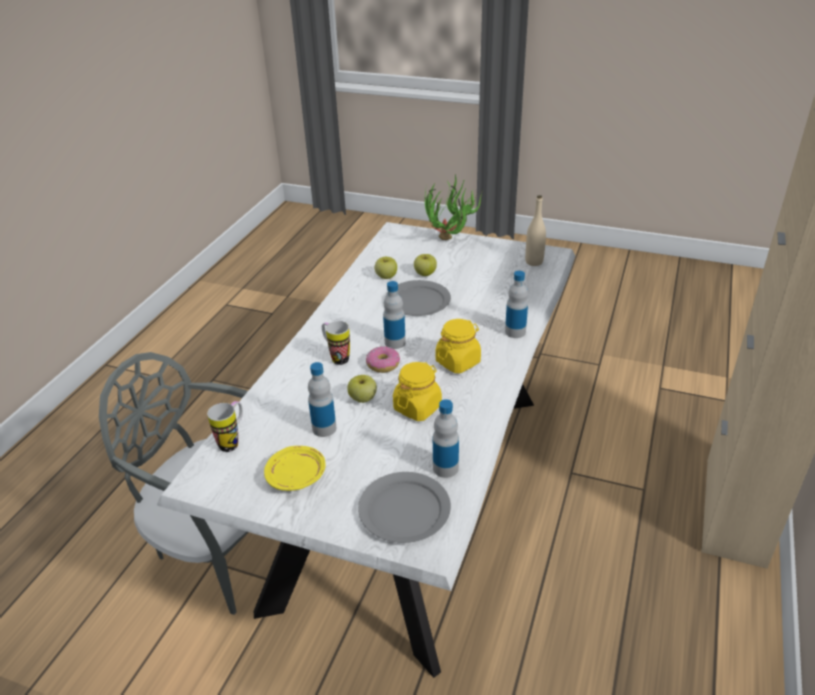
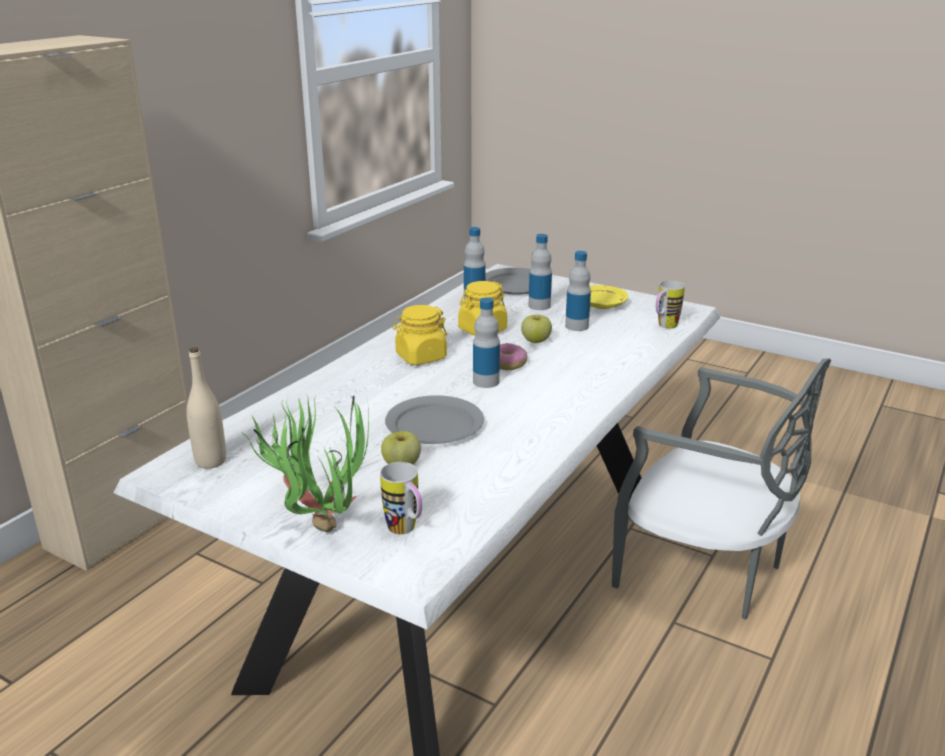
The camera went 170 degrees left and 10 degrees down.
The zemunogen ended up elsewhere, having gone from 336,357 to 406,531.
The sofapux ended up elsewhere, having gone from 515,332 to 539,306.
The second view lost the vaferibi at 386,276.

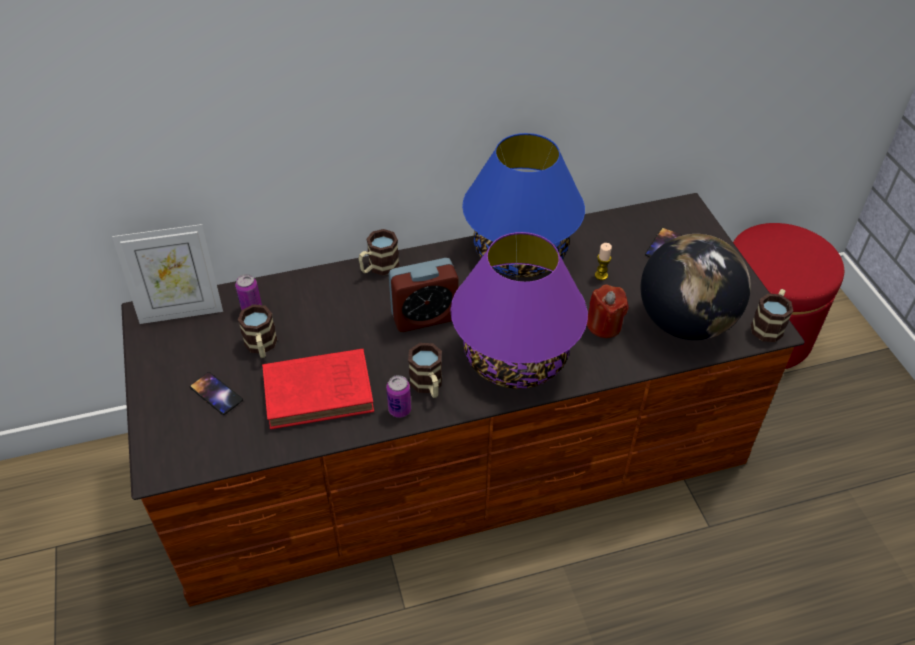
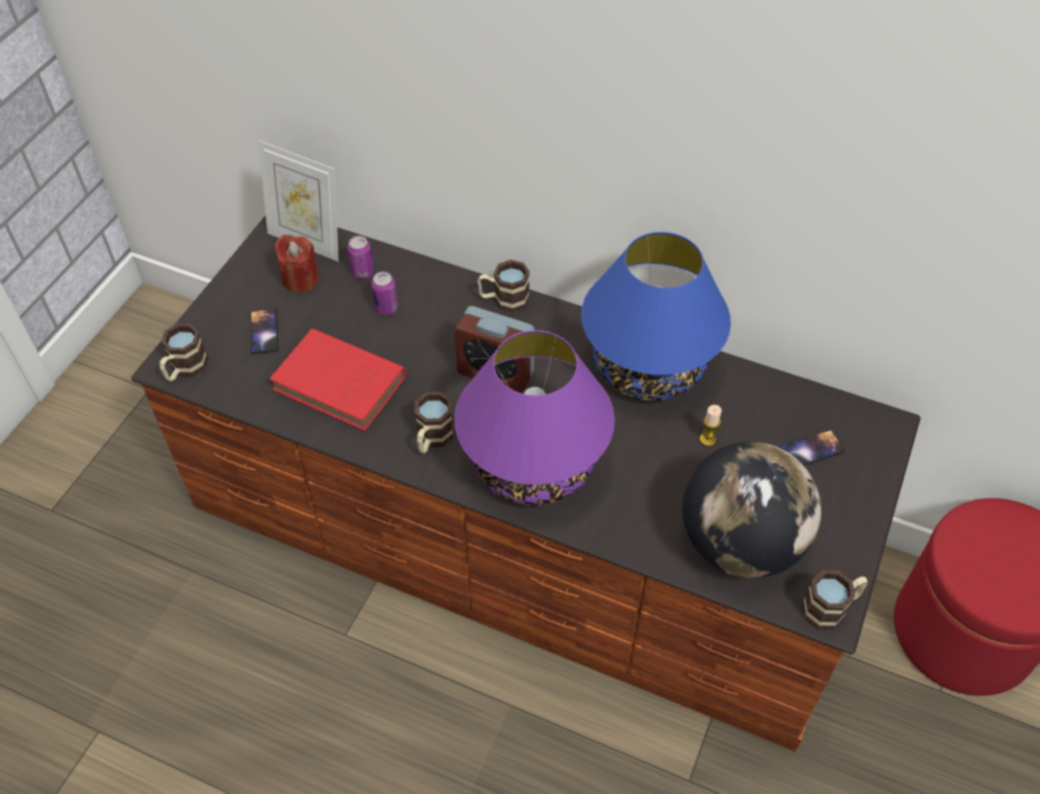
The camera went 40 degrees right and 5 degrees up.
The zemunogen ended up elsewhere, having gone from 261,347 to 185,369.
The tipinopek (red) ended up elsewhere, having gone from 604,325 to 300,279.
The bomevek ended up elsewhere, having gone from 399,410 to 386,308.

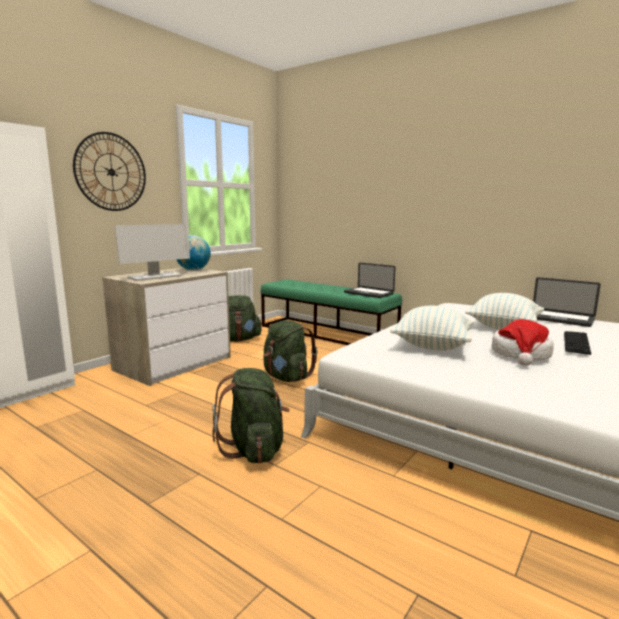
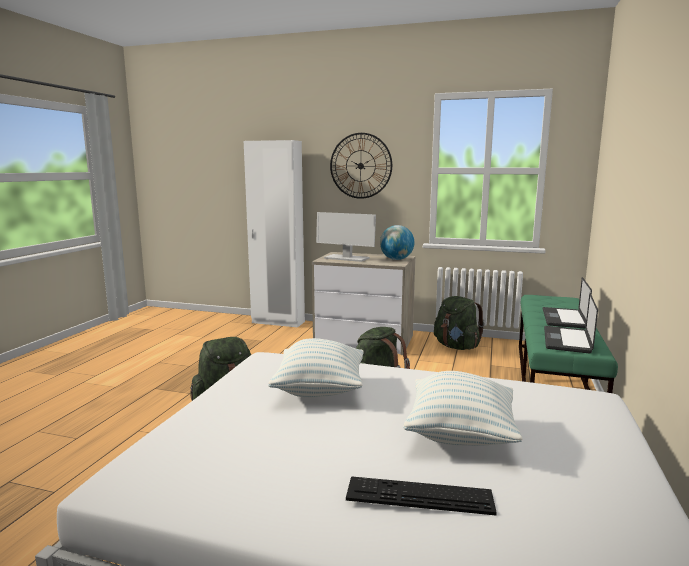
The camera went 70 degrees right and 0 degrees up.
The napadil ended up elsewhere, having gone from 559,319 to 563,319.
The second view lost the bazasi at 521,354.

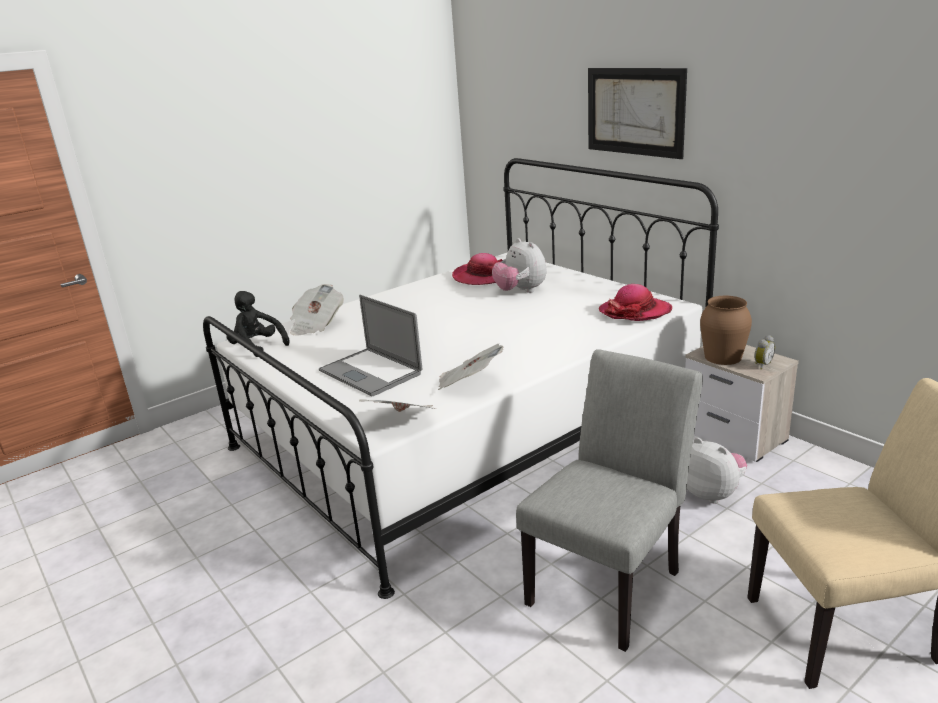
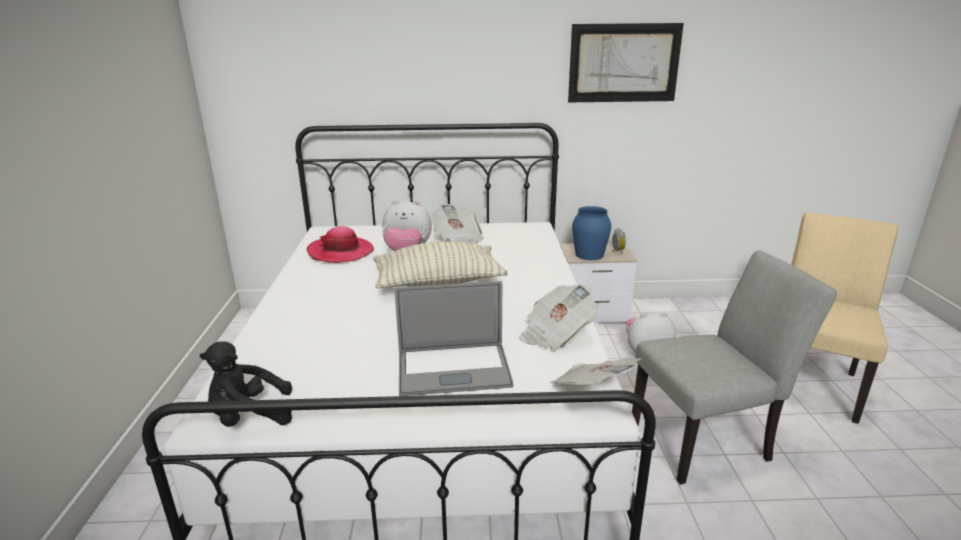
The camera went 55 degrees left and 0 degrees up.
The second view gained the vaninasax at 438,282.
The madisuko ended up elsewhere, having gone from 316,325 to 458,239.
The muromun ended up elsewhere, having gone from 634,111 to 624,63.
What was the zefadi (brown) at 723,357 turned into the zefadi (blue) at 589,254.
The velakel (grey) at 610,581 ended up facing another way, 90 degrees clockwise from before.
The second view lost the bazasi at 635,312.

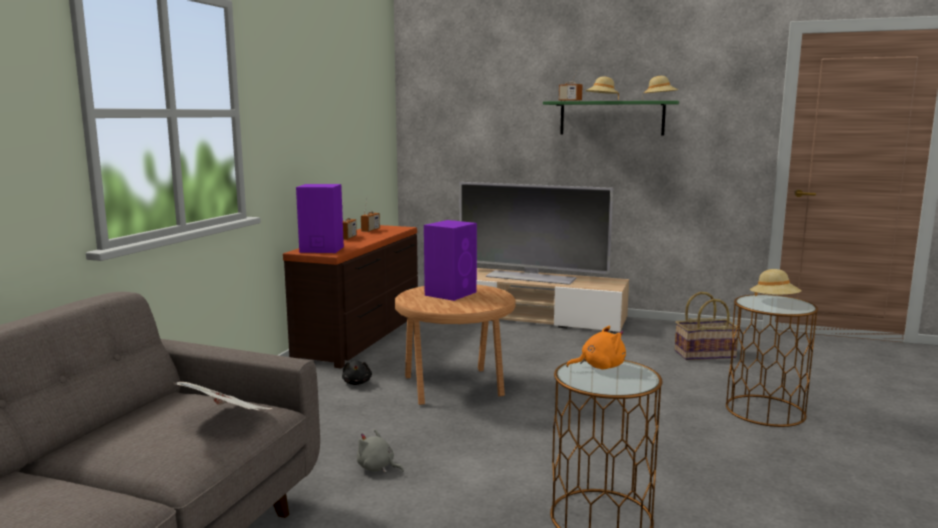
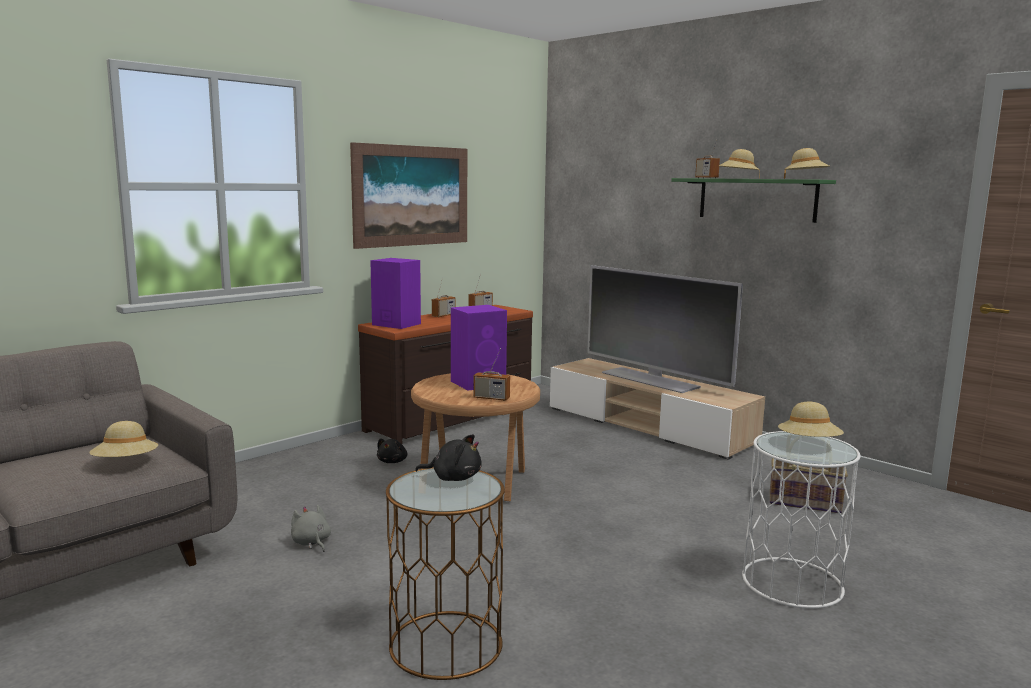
The camera went 25 degrees right and 0 degrees up.
Where the madisuko stood at 226,419, the bazasi (beige) came to stand at 126,463.
The second view gained the muromun at 412,196.
What was the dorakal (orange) at 599,367 turned into the dorakal (black) at 453,478.
The second view gained the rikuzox at 491,398.
What was the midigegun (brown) at 765,410 turned into the midigegun (white) at 792,582.

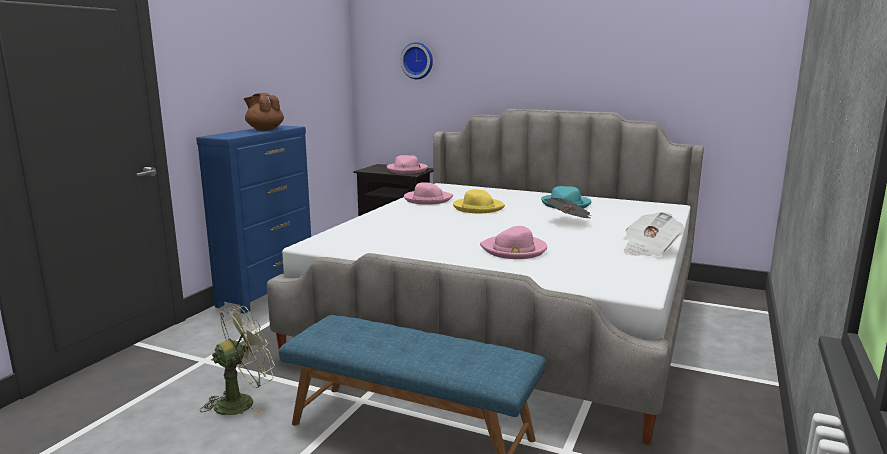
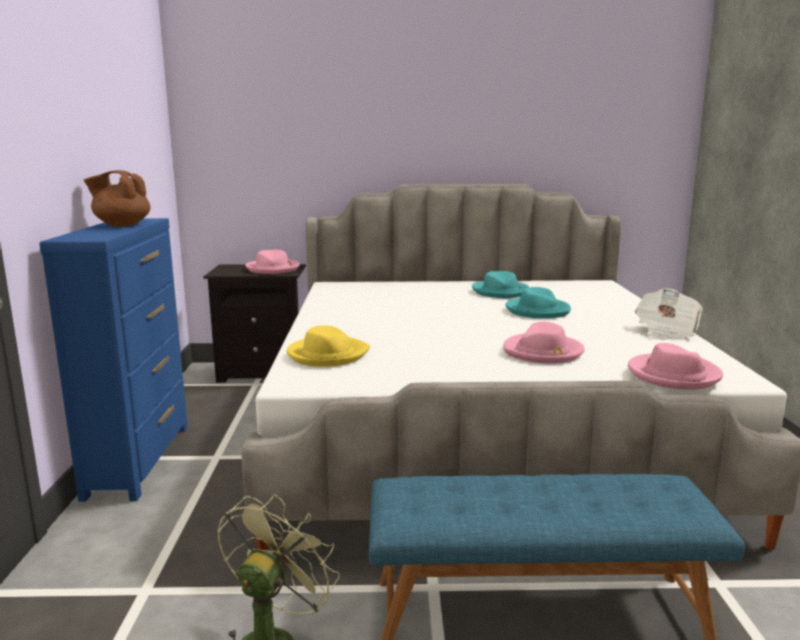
The camera went 25 degrees left and 0 degrees up.
The bazasi (yellow) ended up elsewhere, having gone from 478,208 to 327,355.
Where the madisuko stood at 569,221, the bazasi (turquoise) came to stand at 537,310.
The bazasi (pink) ended up elsewhere, having gone from 427,199 to 673,375.
The second view lost the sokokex at 418,60.

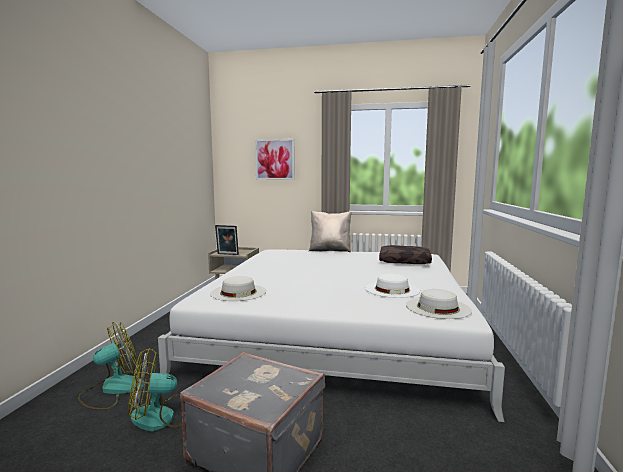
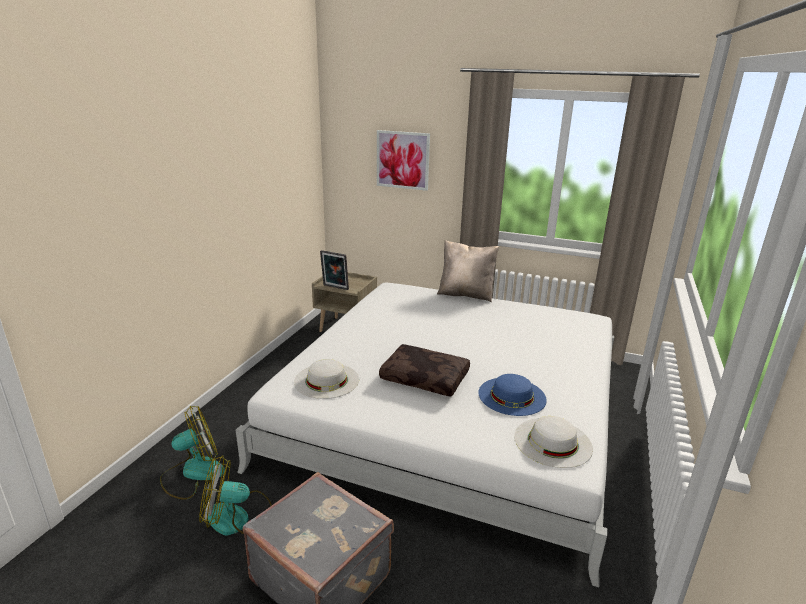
The camera went 10 degrees right and 15 degrees up.
The vaninasax (brown) ended up elsewhere, having gone from 405,261 to 426,378.
What was the bazasi (white) at 392,289 turned into the bazasi (blue) at 512,396.

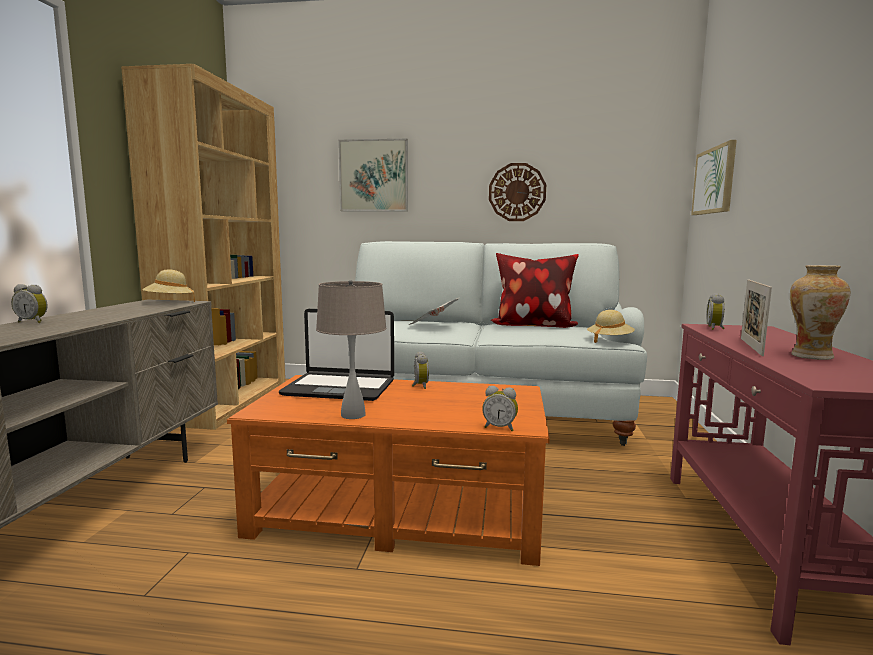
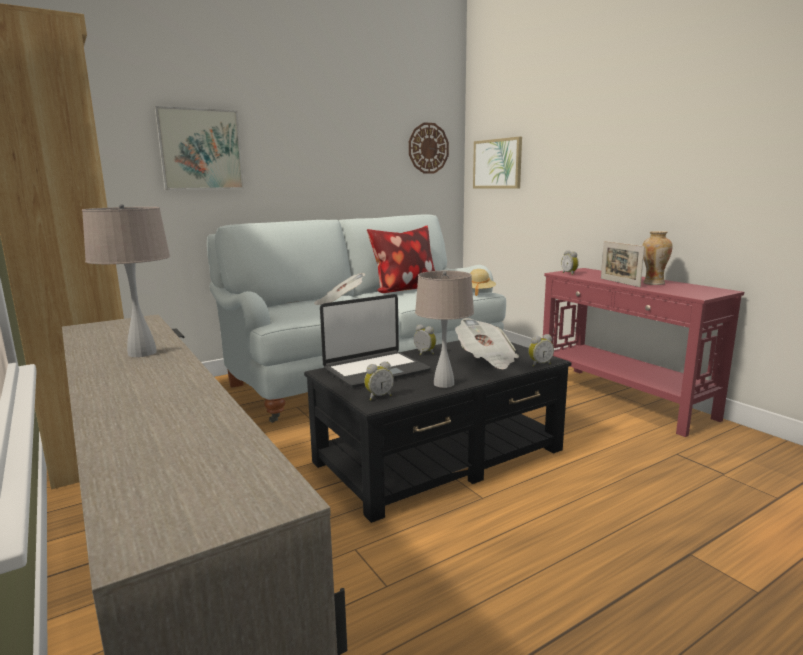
The camera went 40 degrees left and 5 degrees up.
The second view gained the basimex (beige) at 141,353.
What was the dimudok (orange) at 401,510 turned into the dimudok (black) at 441,456.
The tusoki ended up elsewhere, having gone from 33,322 to 378,396.
The sokokex ended up elsewhere, having gone from 517,192 to 428,148.
The second view gained the madisuko at 486,359.
The second view lost the bazasi (beige) at 169,302.

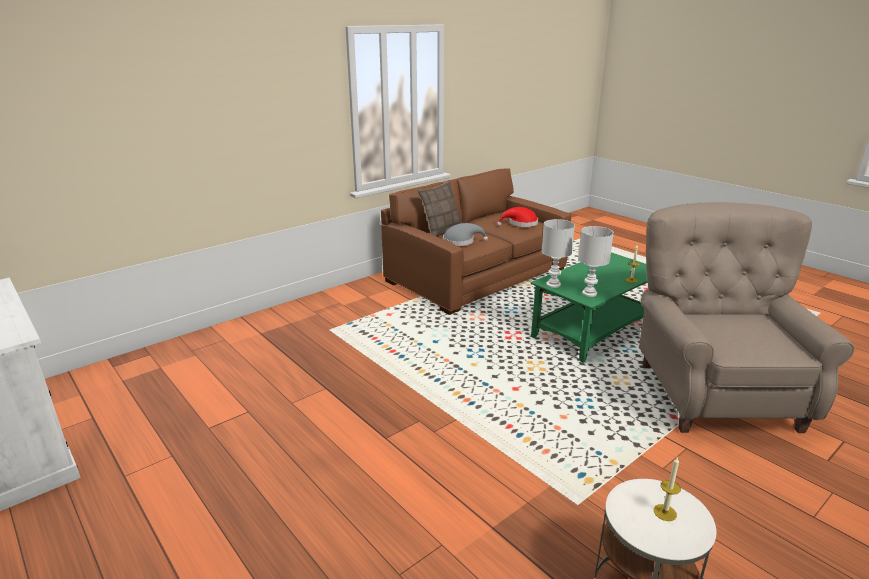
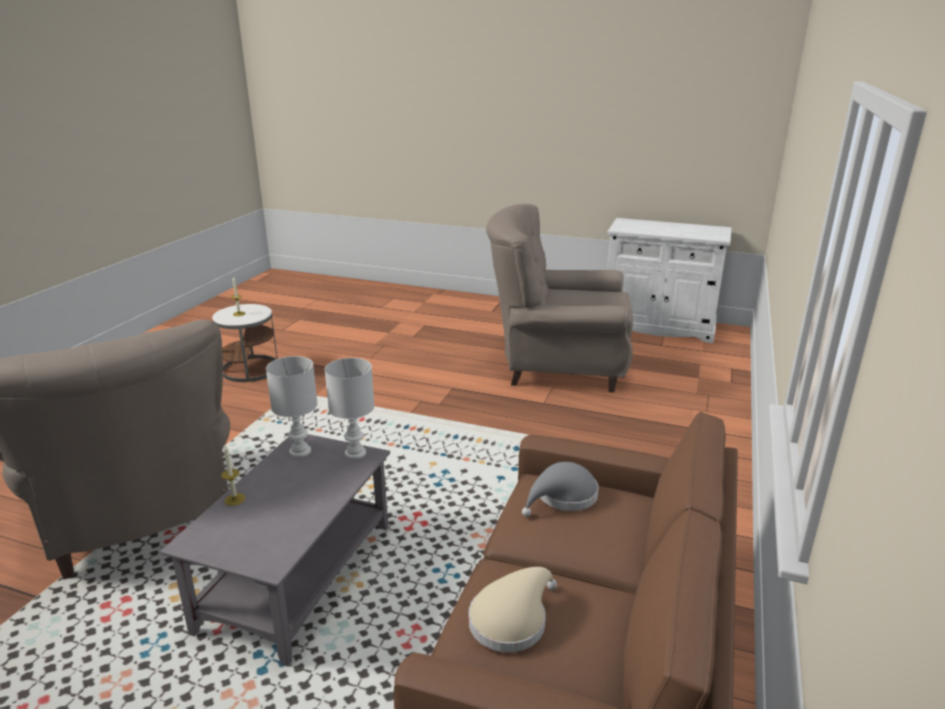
The camera went 150 degrees right and 0 degrees up.
What was the dimudok (green) at 593,329 turned into the dimudok (grey) at 298,577.
What was the bazasi (red) at 520,224 turned into the bazasi (beige) at 511,619.
The second view gained the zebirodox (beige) at 557,366.
The second view lost the vaninasax at 441,231.

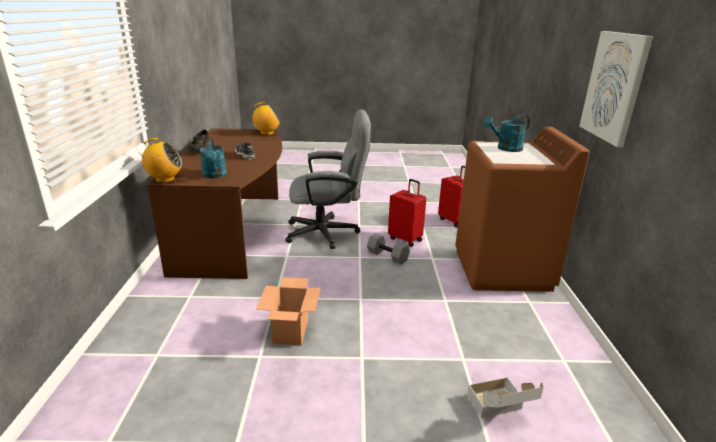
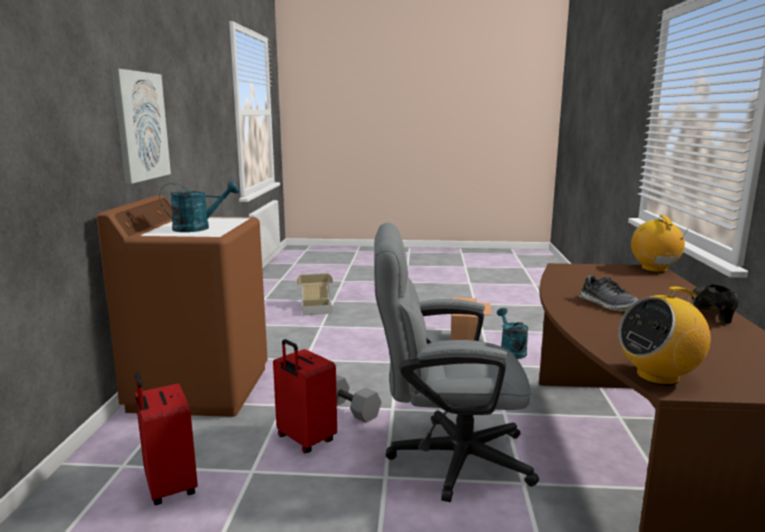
The camera went 175 degrees left and 10 degrees down.
The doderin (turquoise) ended up elsewhere, having gone from 215,175 to 511,350.
The rikuzox at 164,179 ended up facing another way, 90 degrees clockwise from before.

